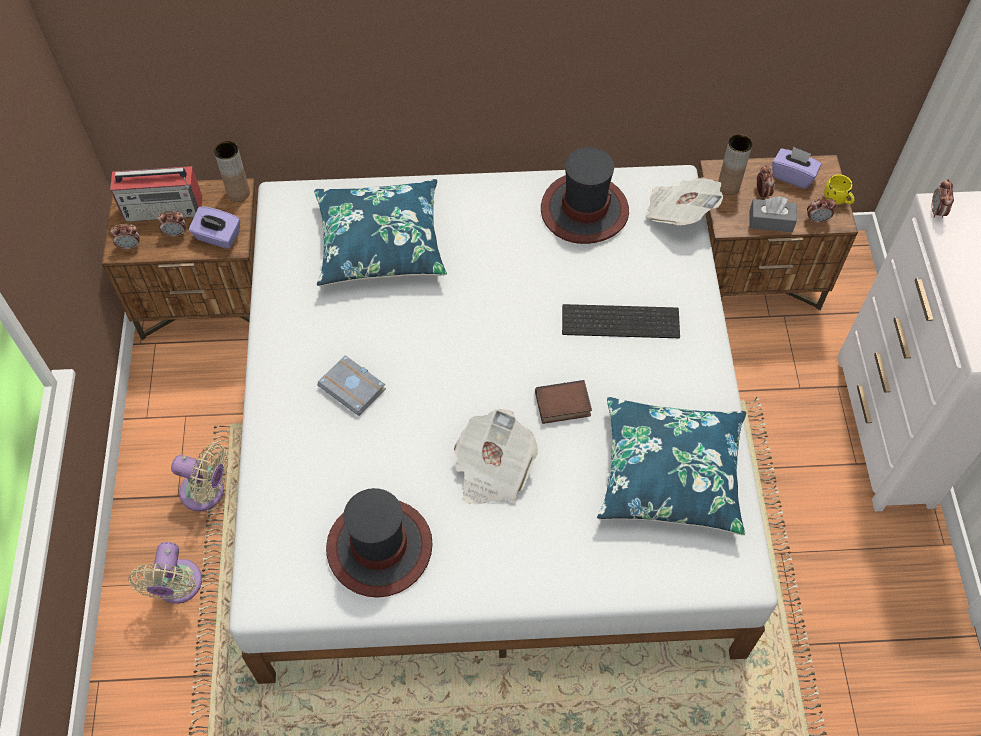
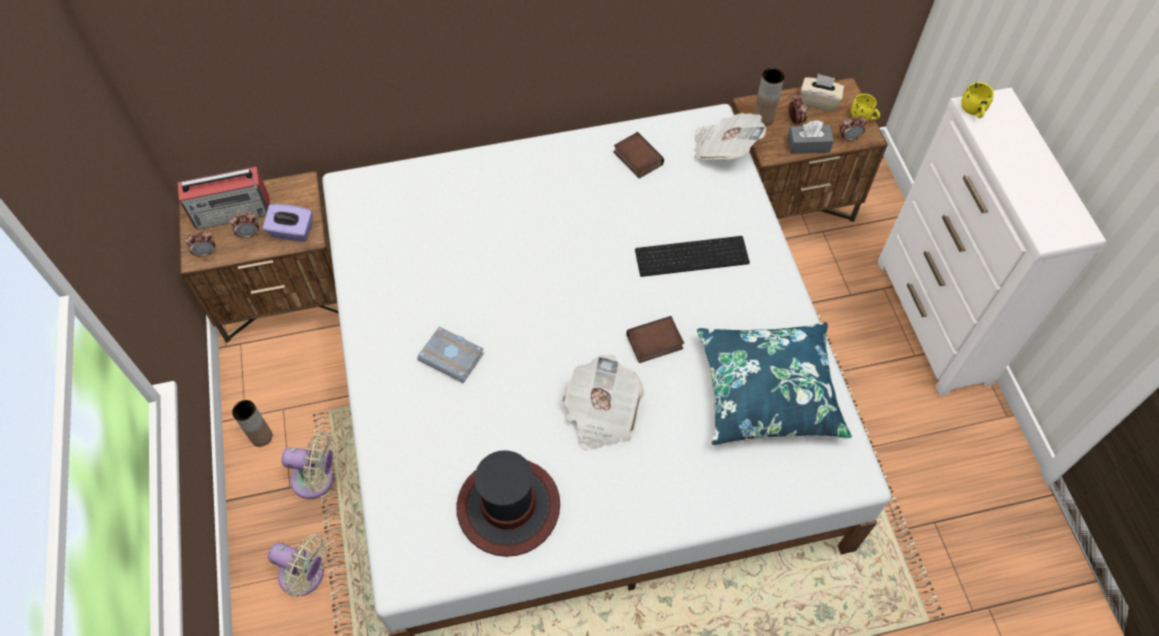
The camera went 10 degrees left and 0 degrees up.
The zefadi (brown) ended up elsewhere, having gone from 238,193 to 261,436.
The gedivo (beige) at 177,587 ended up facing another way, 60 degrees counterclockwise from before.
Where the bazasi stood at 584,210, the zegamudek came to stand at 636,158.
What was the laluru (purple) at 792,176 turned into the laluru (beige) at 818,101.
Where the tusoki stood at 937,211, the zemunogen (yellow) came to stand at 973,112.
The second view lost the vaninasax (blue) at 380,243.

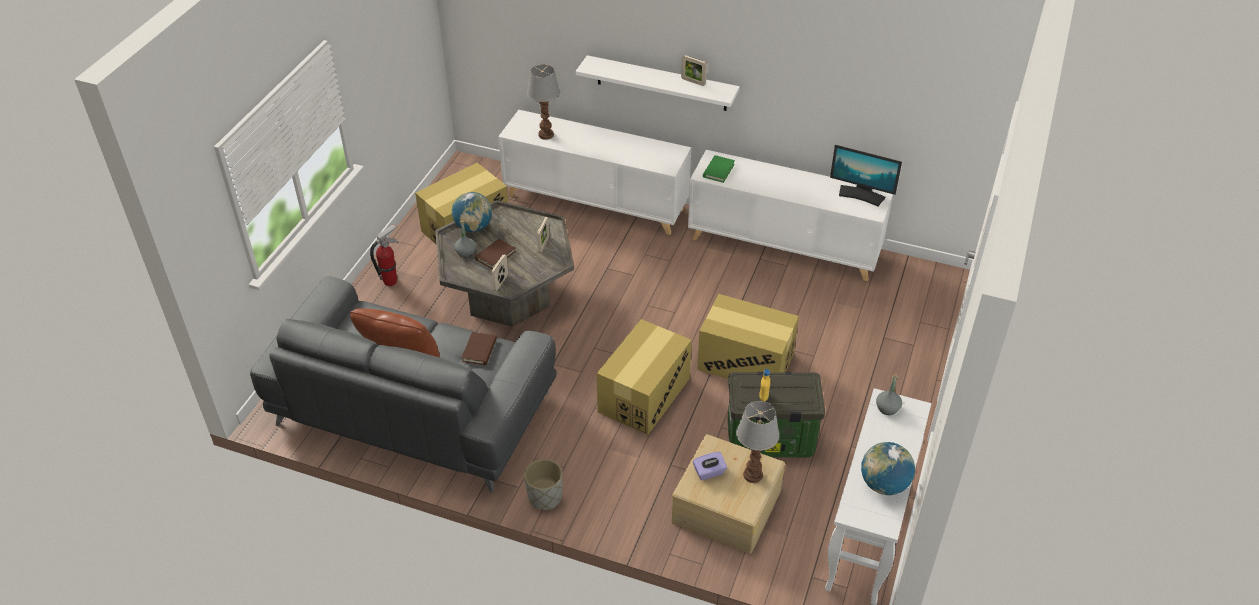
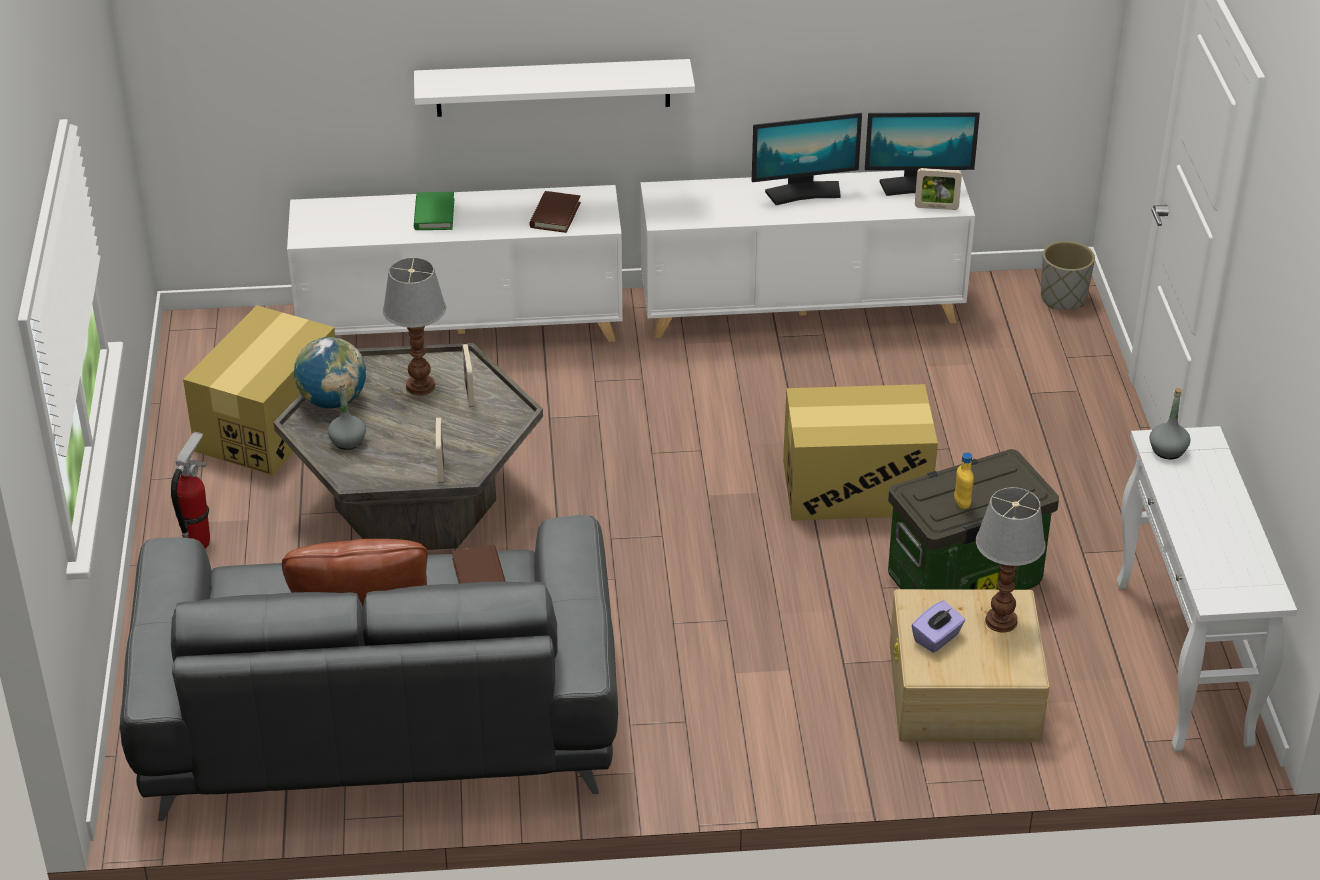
The camera went 25 degrees left and 5 degrees down.
The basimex ended up elsewhere, having gone from 546,135 to 421,387.
The zegamudek (green) ended up elsewhere, having gone from 718,170 to 434,214.
The zegamudek (brown) ended up elsewhere, having gone from 495,255 to 555,215.
The second view gained the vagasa at 804,192.
The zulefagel ended up elsewhere, having gone from 693,81 to 936,207.
The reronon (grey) ended up elsewhere, having gone from 544,497 to 1063,298.
The second view lost the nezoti at 644,395.
The second view lost the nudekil at 884,484.

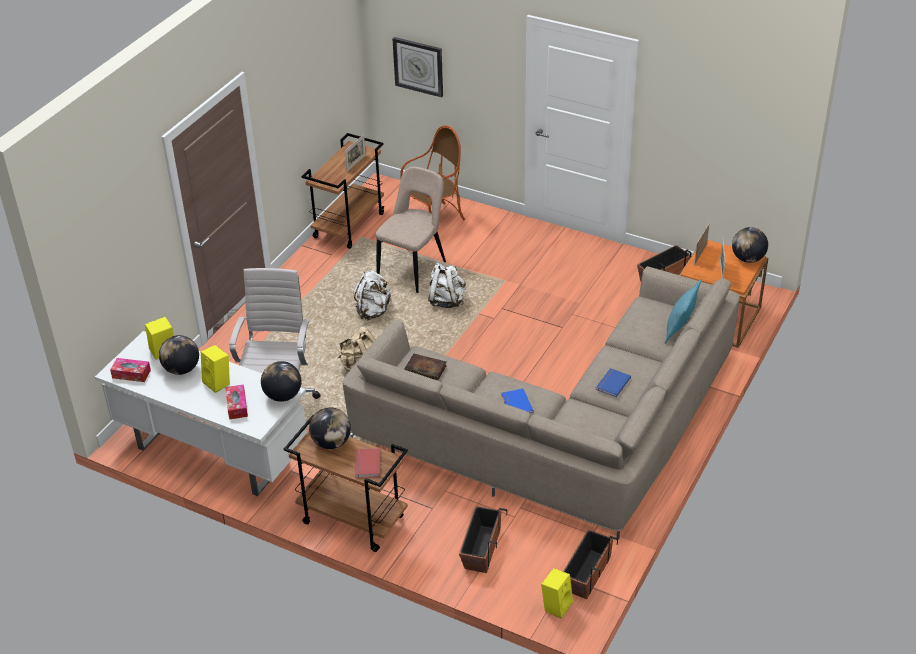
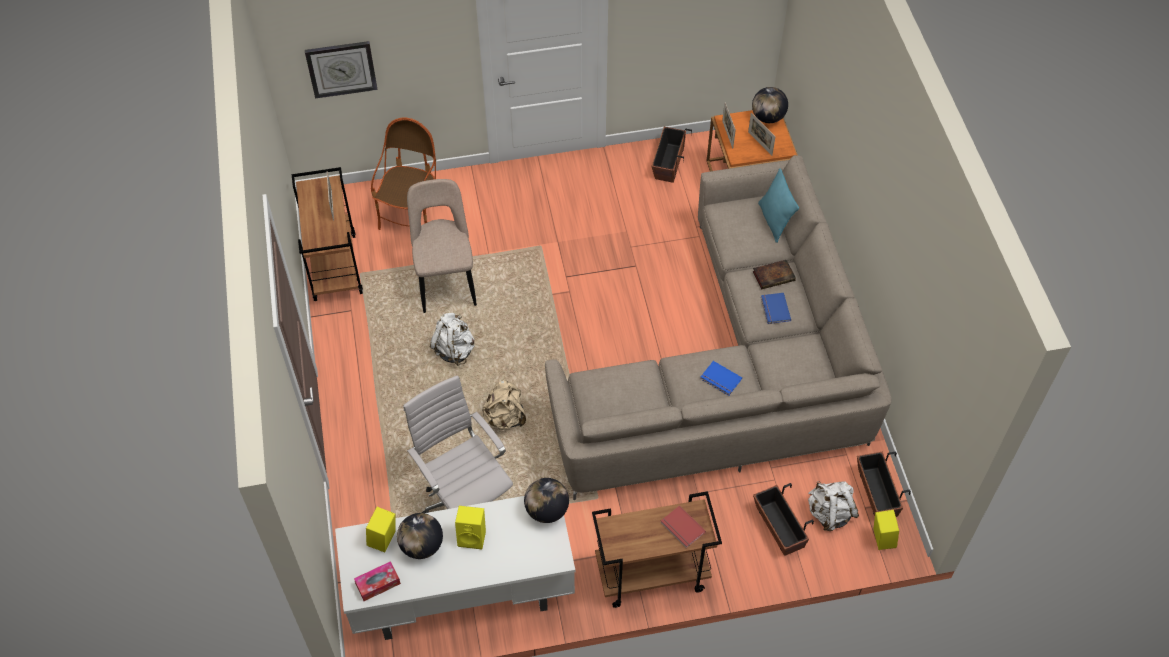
The camera went 40 degrees left and 15 degrees up.
The zegamudek ended up elsewhere, having gone from 426,369 to 774,275.
The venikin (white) ended up elsewhere, having gone from 446,301 to 829,513.
The second view lost the laluru at 237,406.
The second view lost the nudekil at 331,443.

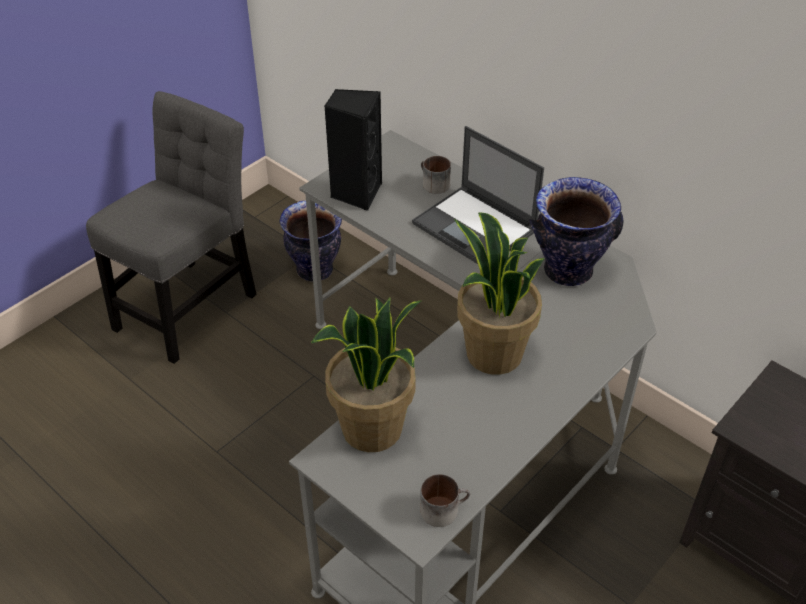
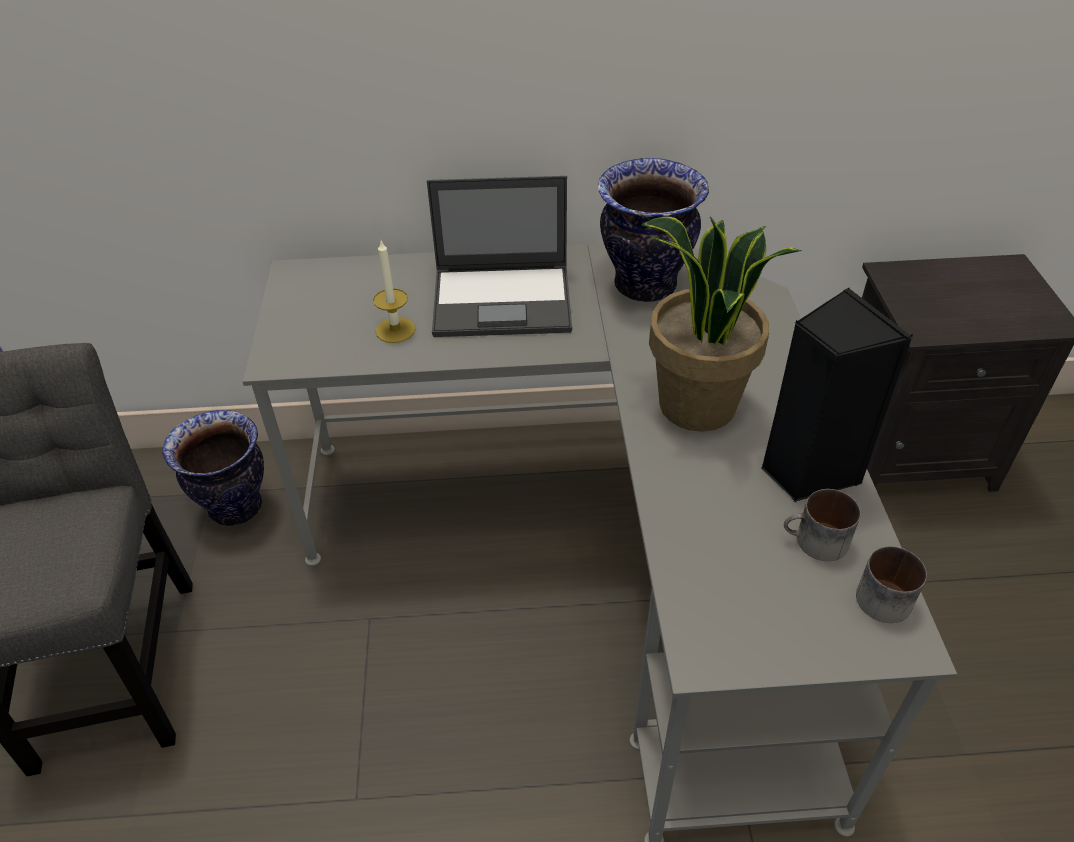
The camera went 45 degrees left and 0 degrees up.
The second view gained the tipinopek at 395,330.
The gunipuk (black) ended up elsewhere, having gone from 356,193 to 806,471.
The zemunogen ended up elsewhere, having gone from 432,184 to 815,542.
The second view lost the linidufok at 372,429.

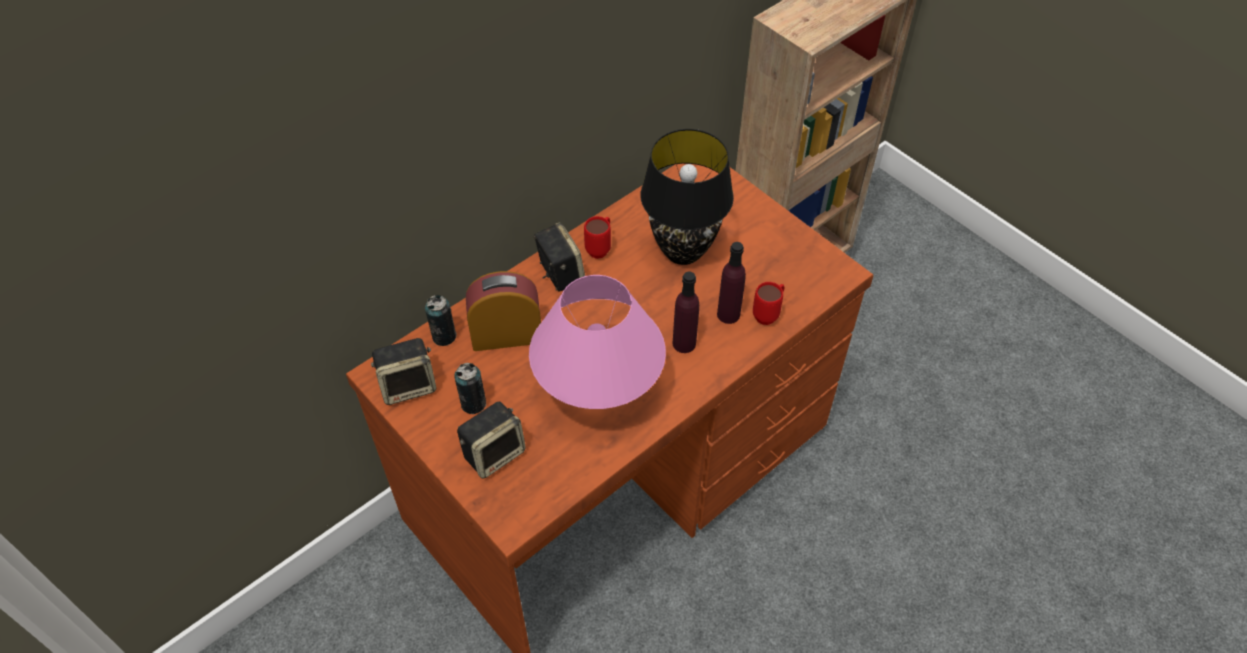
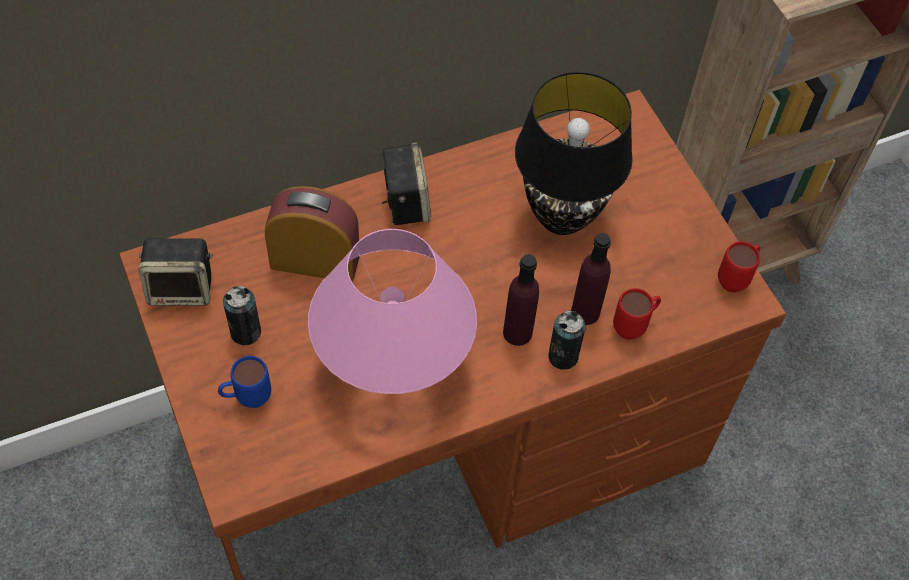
The camera went 15 degrees right and 5 degrees up.
Where the gunipuk stood at 494,452, the zemunogen (blue) came to stand at 246,399.
The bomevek ended up elsewhere, having gone from 444,336 to 563,356.
The zemunogen (red) ended up elsewhere, having gone from 600,248 to 736,279.

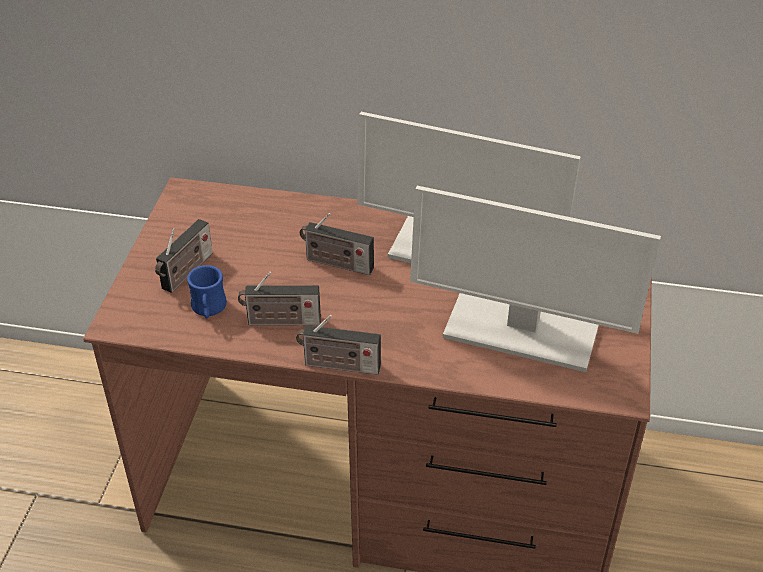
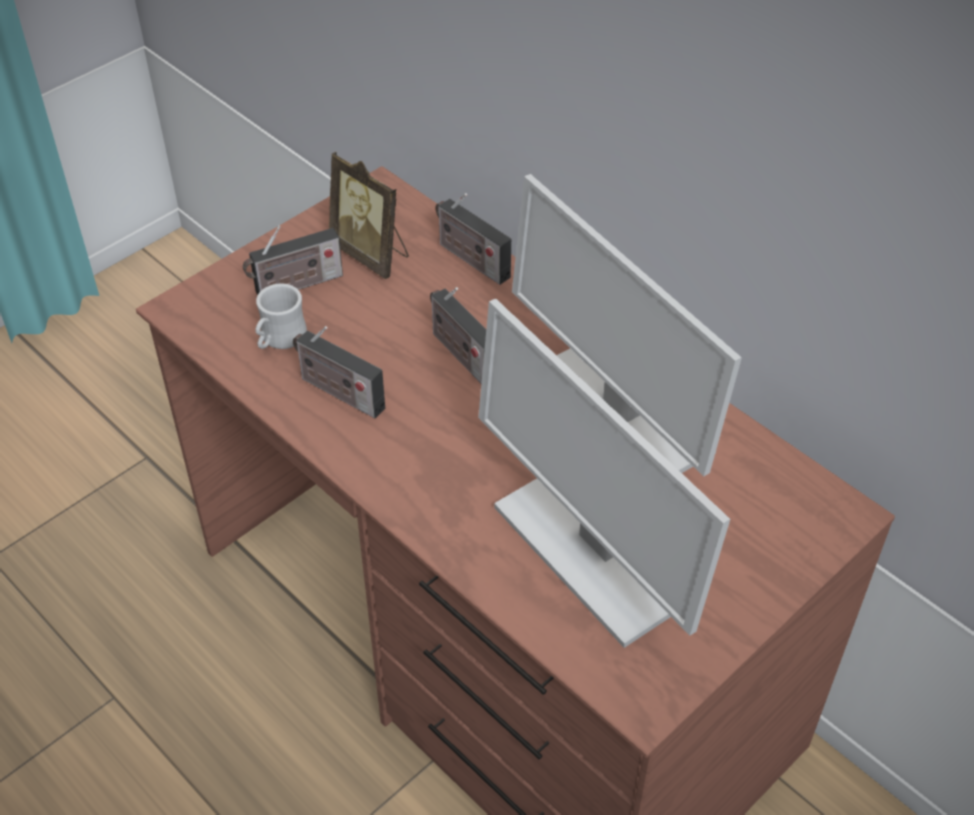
The camera went 35 degrees right and 5 degrees up.
What was the zemunogen (blue) at 208,309 turned into the zemunogen (white) at 279,339.
The second view gained the zulefagel at 372,254.
The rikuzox ended up elsewhere, having gone from 338,365 to 470,259.

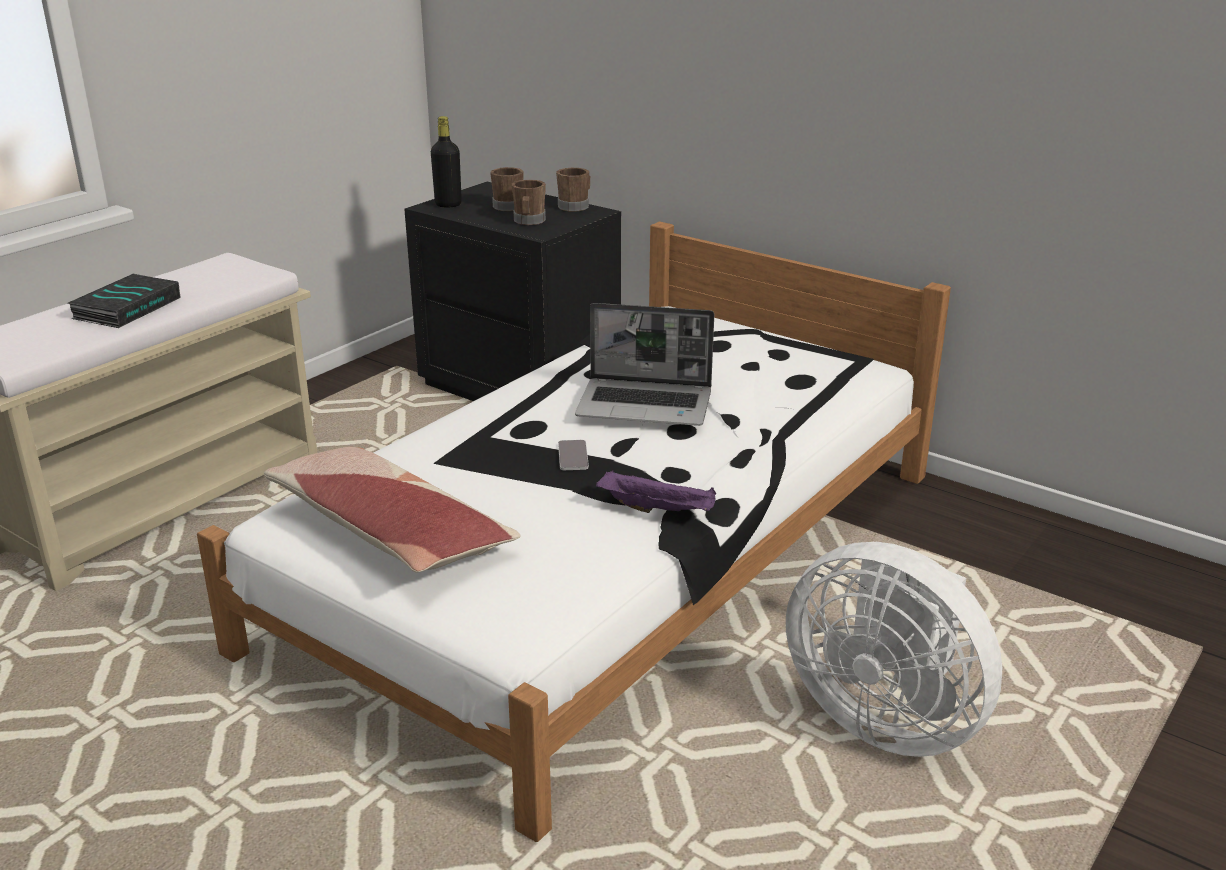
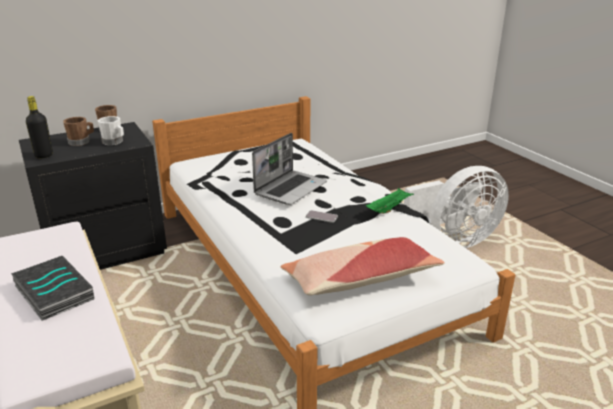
The camera went 65 degrees left and 0 degrees up.
What was the zemunogen (brown) at 529,221 turned into the zemunogen (white) at 114,142.
What was the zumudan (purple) at 658,509 turned into the zumudan (green) at 389,208.

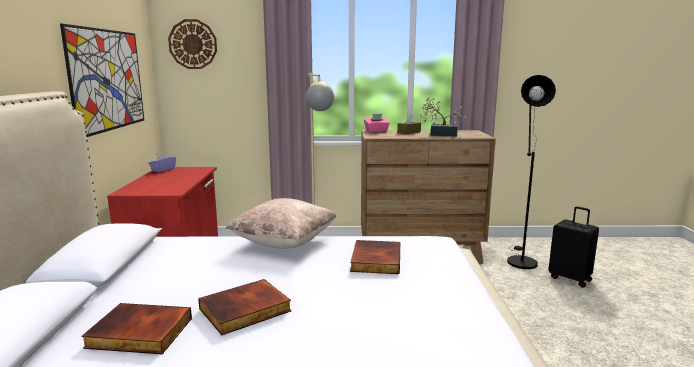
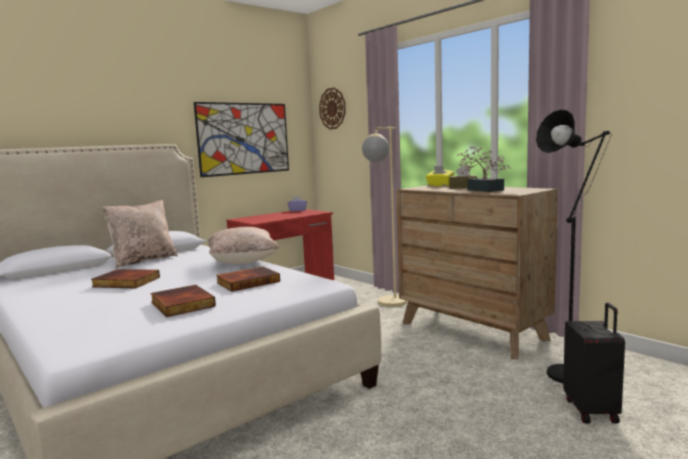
The camera went 50 degrees right and 5 degrees down.
The second view gained the vaninasax (beige) at 143,260.
The zegamudek ended up elsewhere, having gone from 138,333 to 181,304.
What was the laluru (pink) at 376,131 turned into the laluru (yellow) at 439,185.

